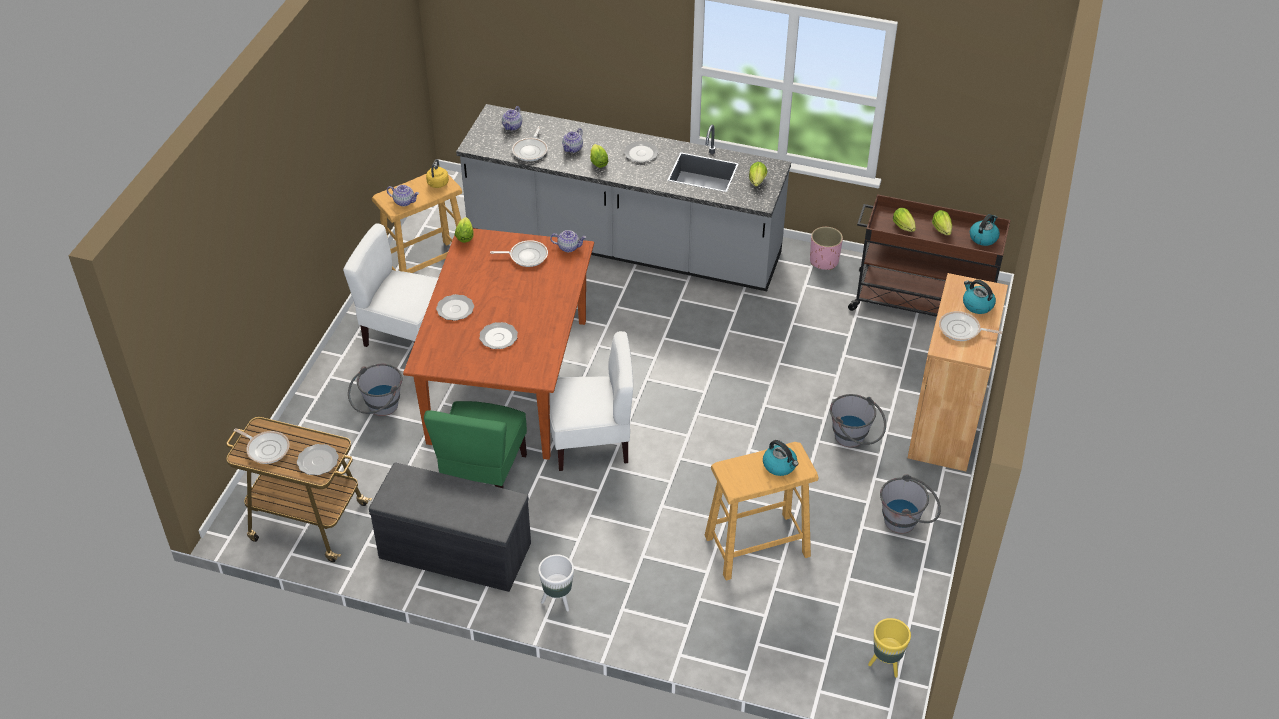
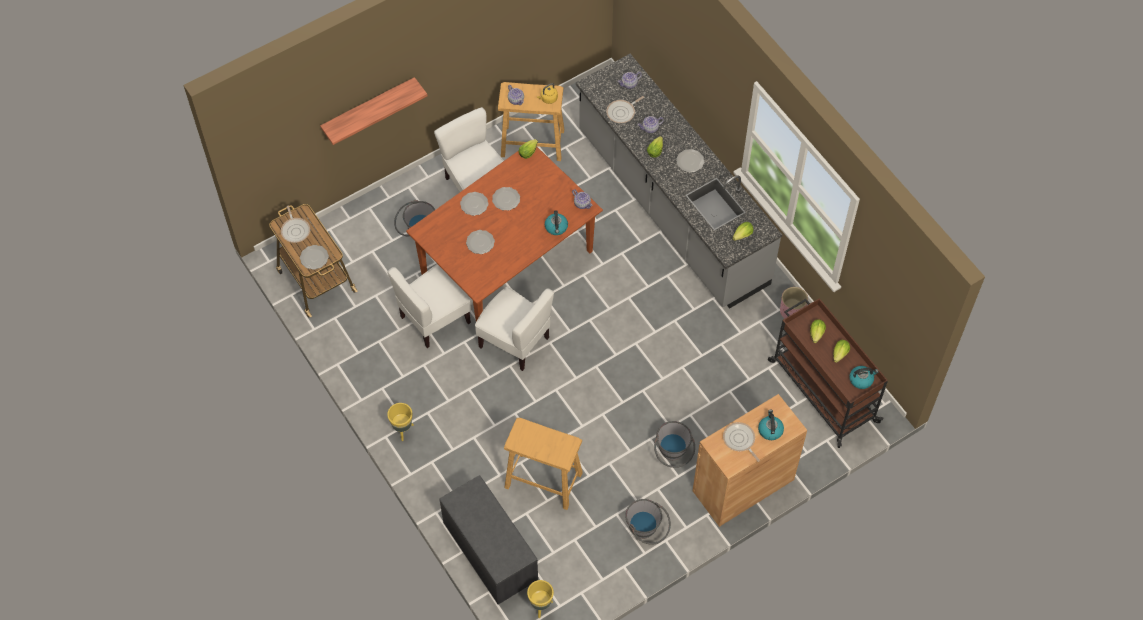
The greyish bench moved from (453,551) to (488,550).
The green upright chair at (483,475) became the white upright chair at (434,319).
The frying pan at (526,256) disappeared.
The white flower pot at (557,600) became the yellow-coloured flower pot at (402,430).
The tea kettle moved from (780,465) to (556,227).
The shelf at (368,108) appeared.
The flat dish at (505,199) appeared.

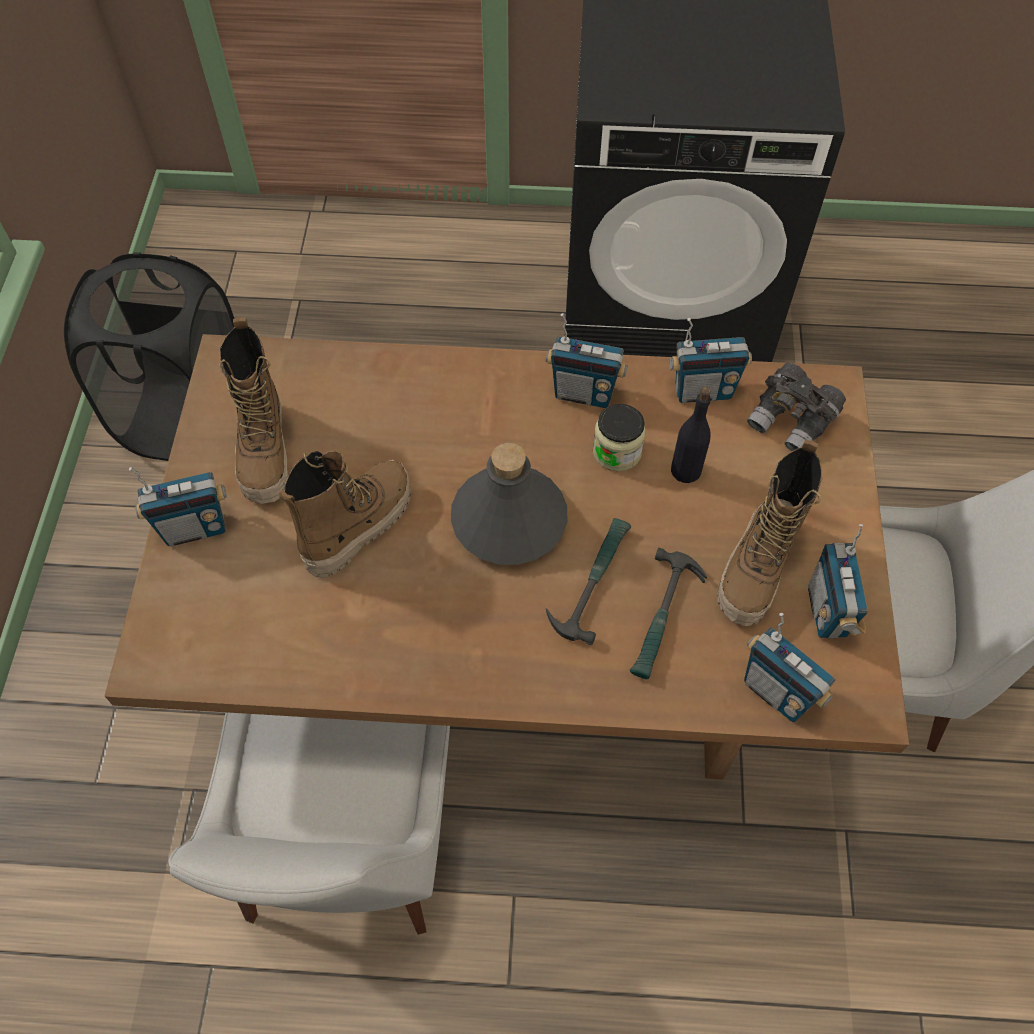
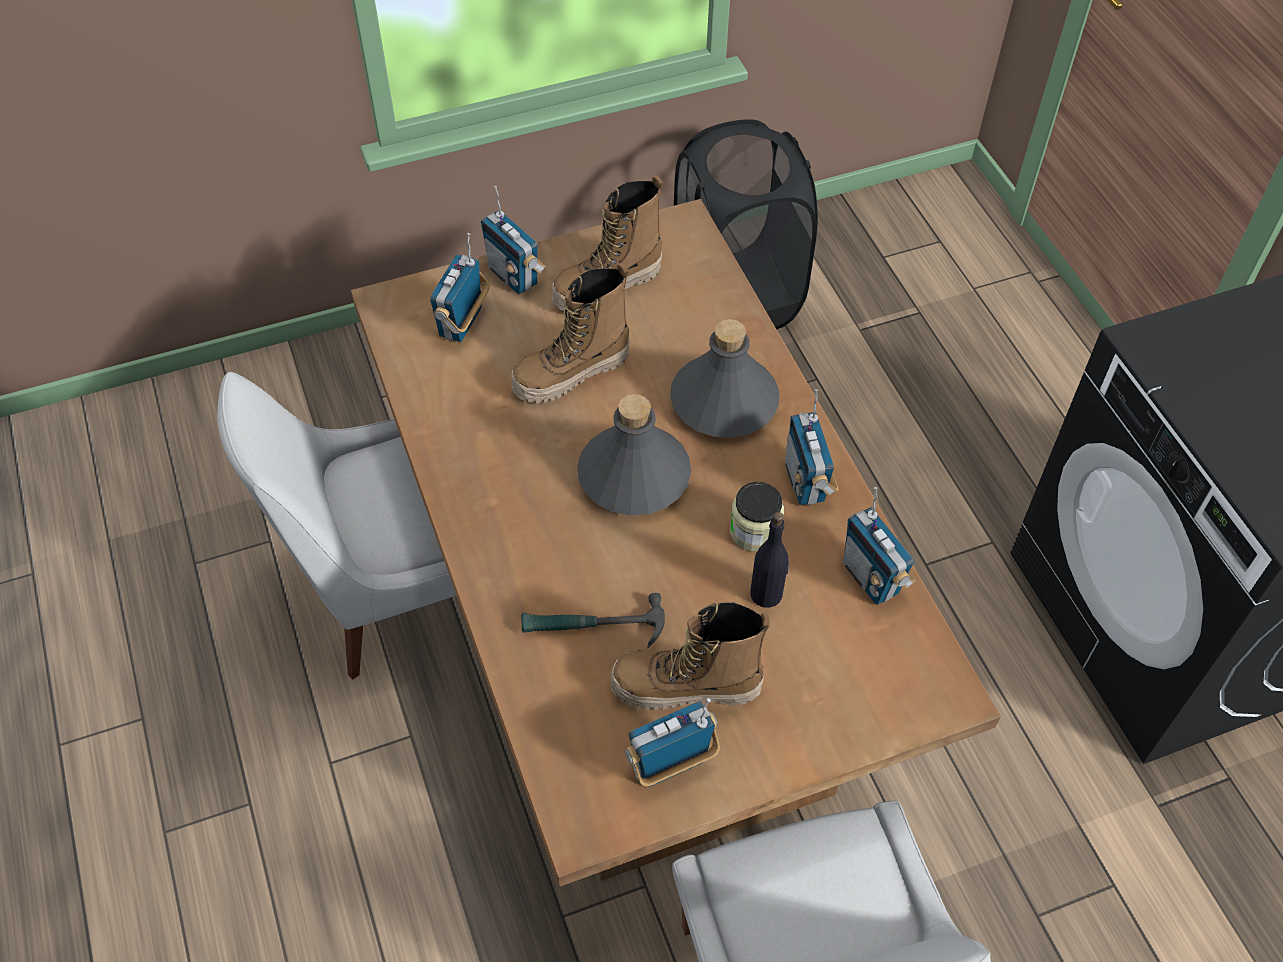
The tall boot at (358,525) turned 135 degrees clockwise.
The hand hammer at (591,581) disappeared.
The radio moved from (777,692) to (462,323).
The greyish pair of binoculars at (792,421) disappeared.
The greyish bottle at (724,401) appeared.

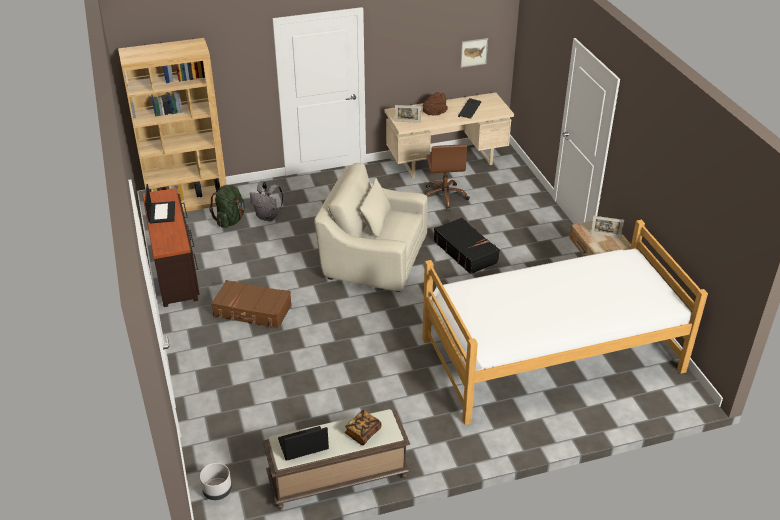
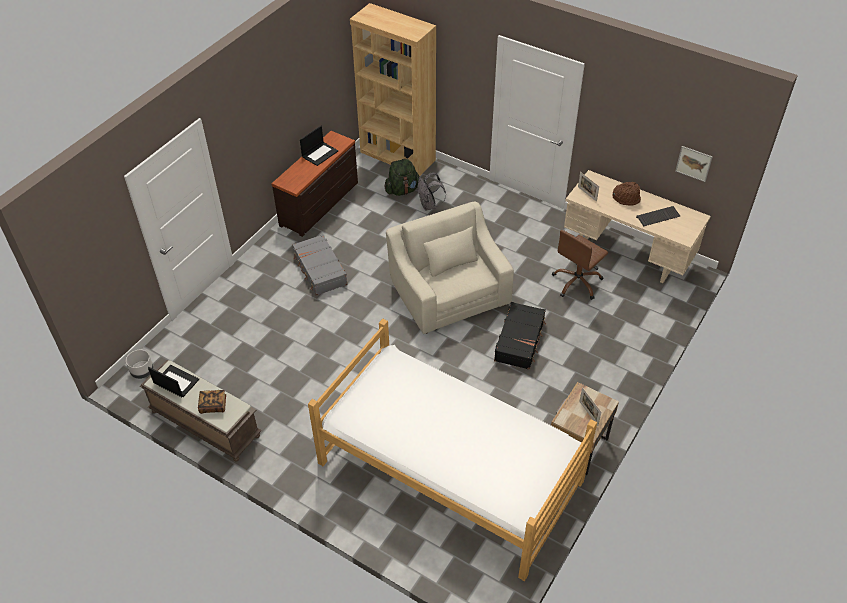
The brown piece of luggage at (252,311) became the greyish piece of luggage at (320,270).

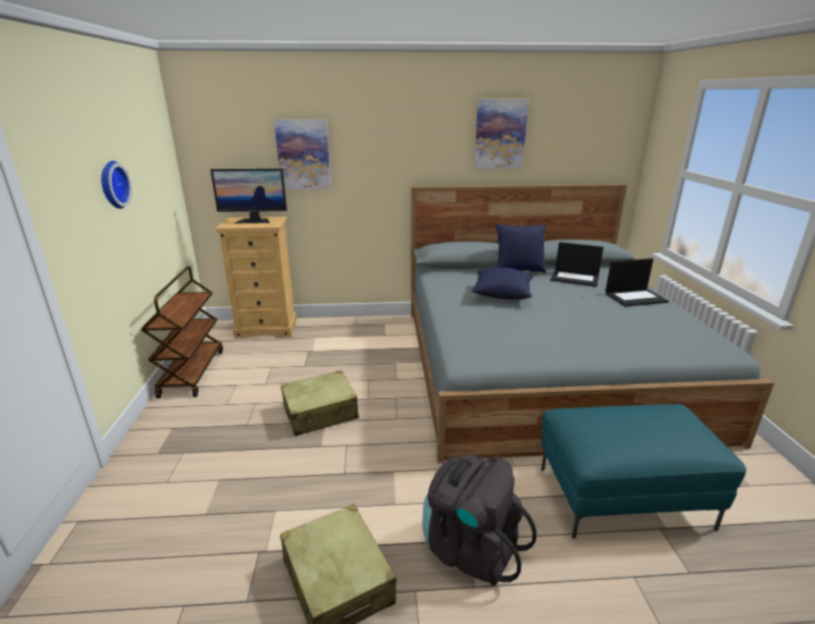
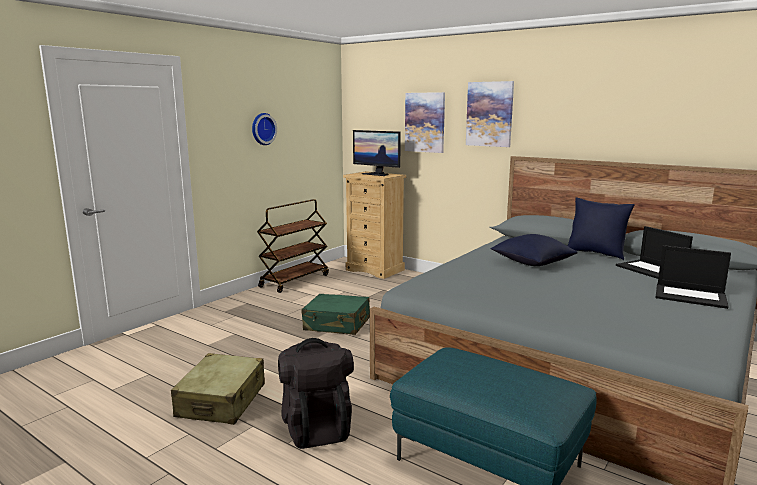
The sand-coloured piece of luggage at (320,413) became the green piece of luggage at (337,324).
The wall picture moved from (500,134) to (489,114).

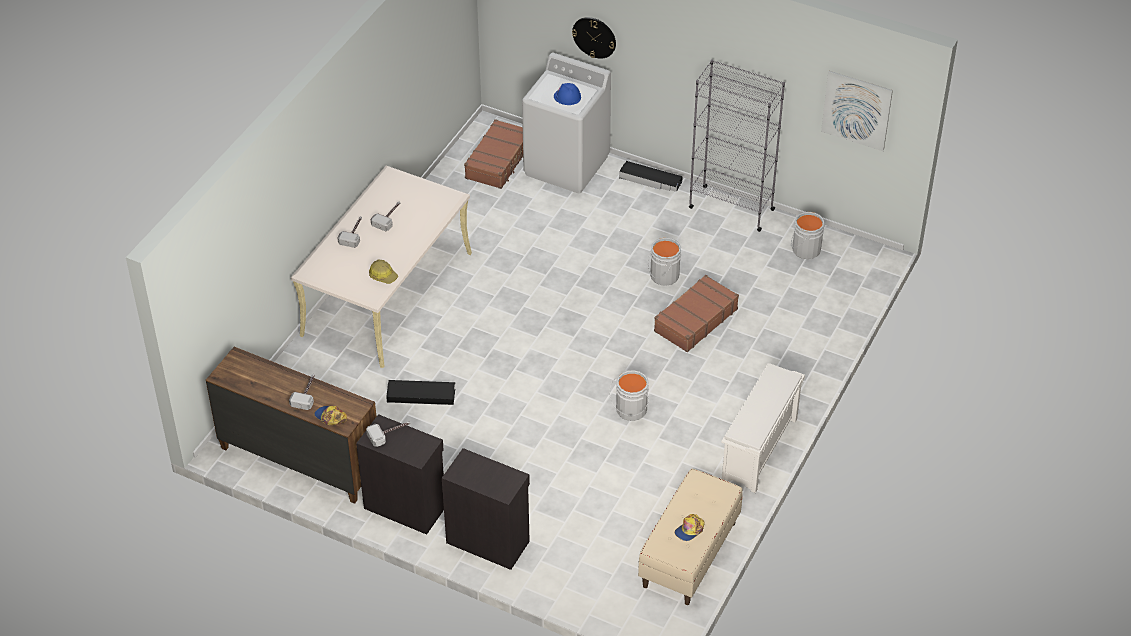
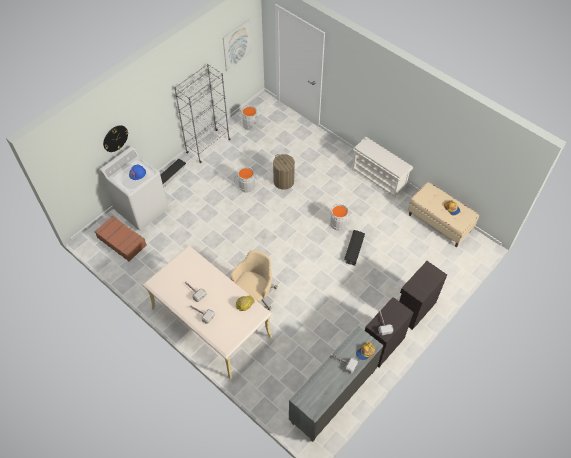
The brown chest of drawers at (299,459) became the greyish chest of drawers at (332,396).
The blackish storage container moved from (421,395) to (353,249).
The brown piece of luggage at (695,320) was replaced by the washing basket at (283,181).
The sand-coloured office chair at (254,295) appeared.

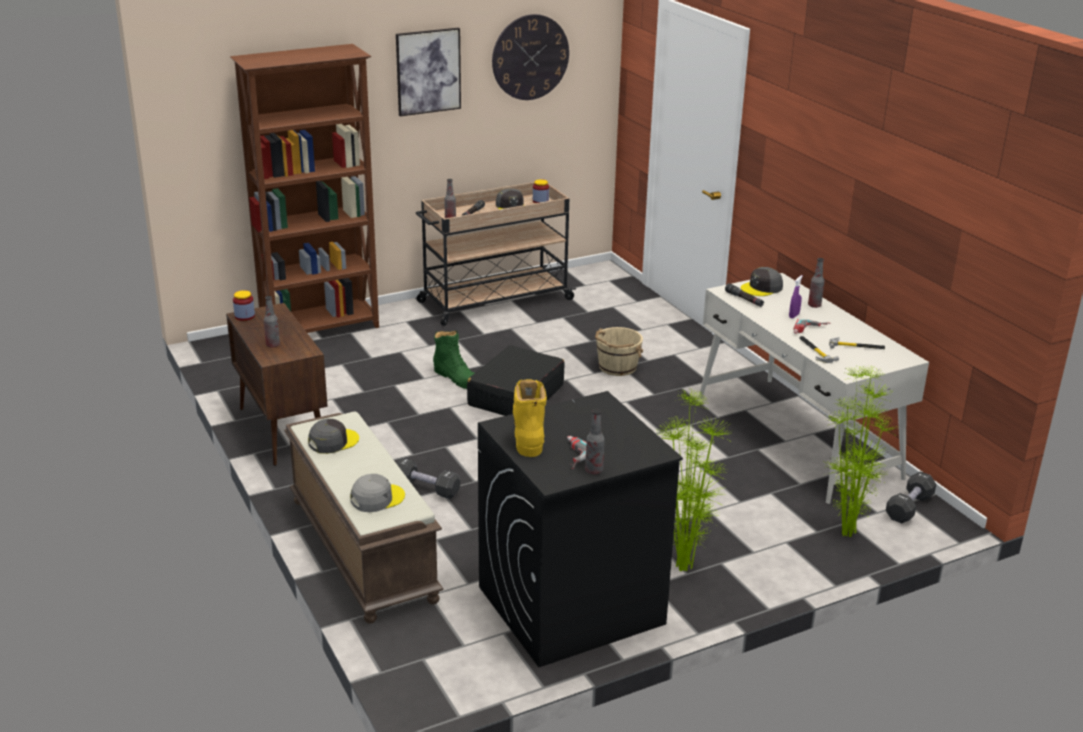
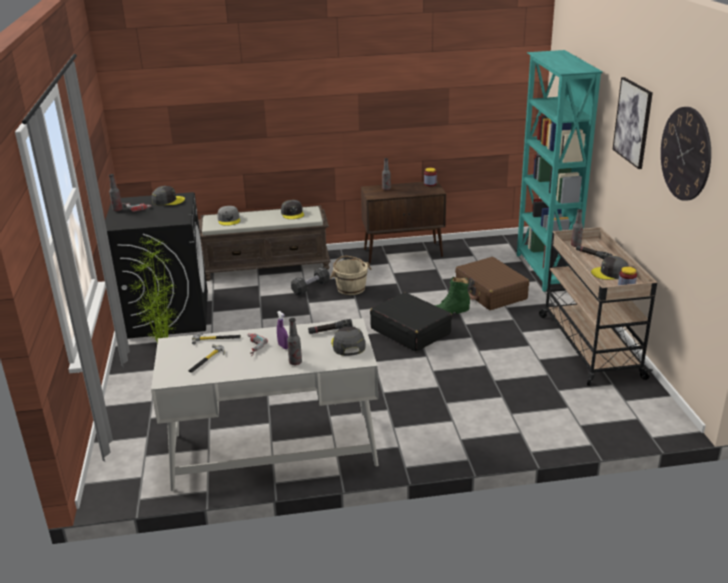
The brown shelving unit at (321,329) became the turquoise-coloured shelving unit at (545,271).
The yellow-coloured tall boot at (529,434) was replaced by the greyish baseball cap at (168,200).
The sand-coloured pail moved from (617,367) to (351,288).
The potted plant at (844,533) disappeared.
The blackish free weight at (909,507) disappeared.
The brown piece of luggage at (490,292) appeared.

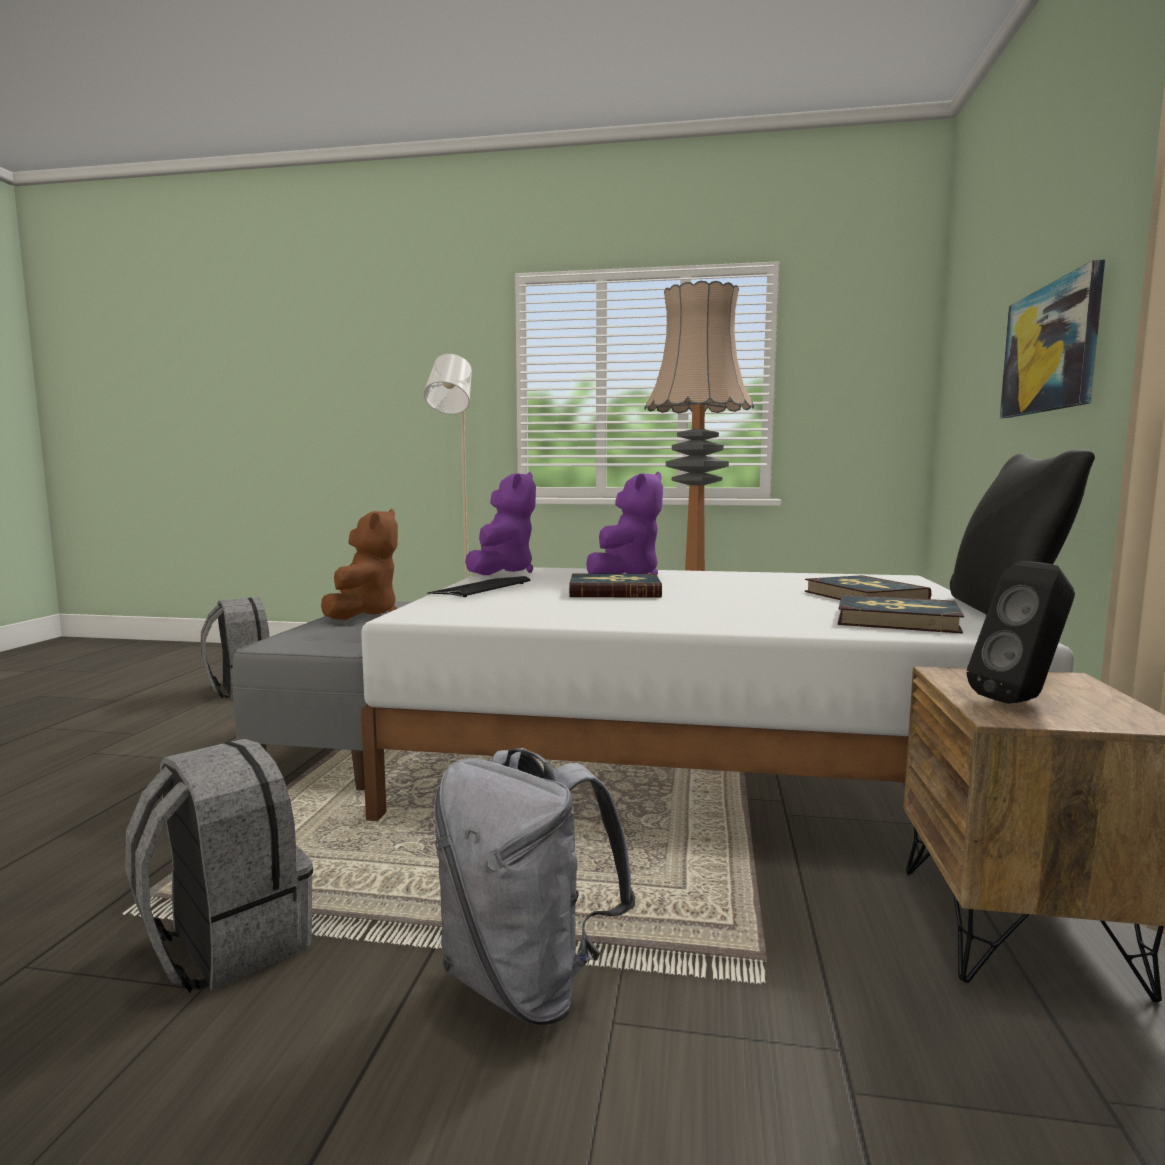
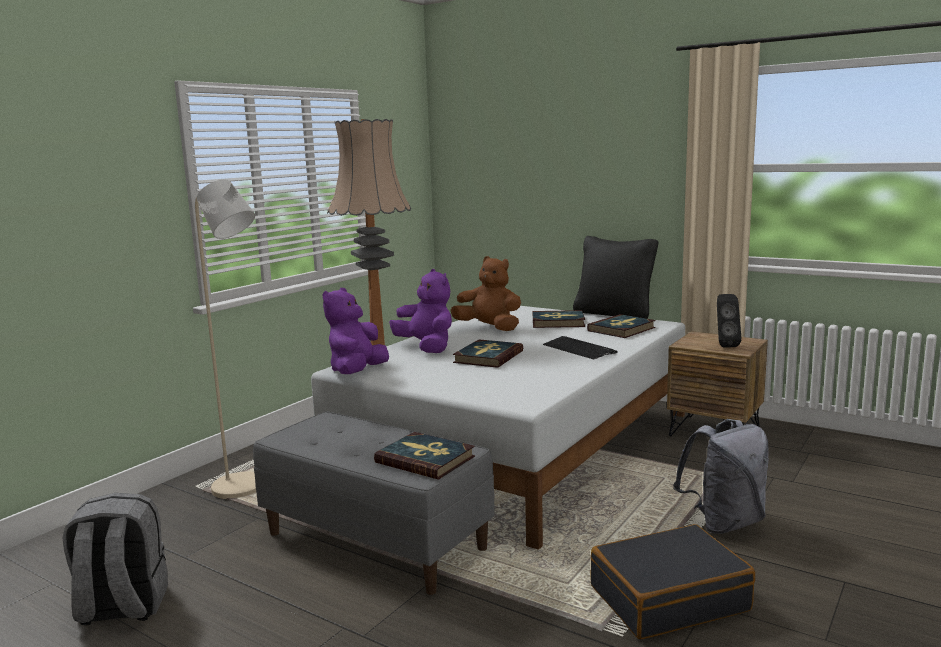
The greyish rucksack at (225,944) was replaced by the blackish piece of luggage at (668,598).
The brown cuddly toy moved from (363,614) to (489,328).
The keyboard moved from (481,588) to (579,349).
The purple cuddly toy at (502,572) turned 105 degrees counterclockwise.
The wall picture at (1050,349) disappeared.
The bound book at (425,459) appeared.

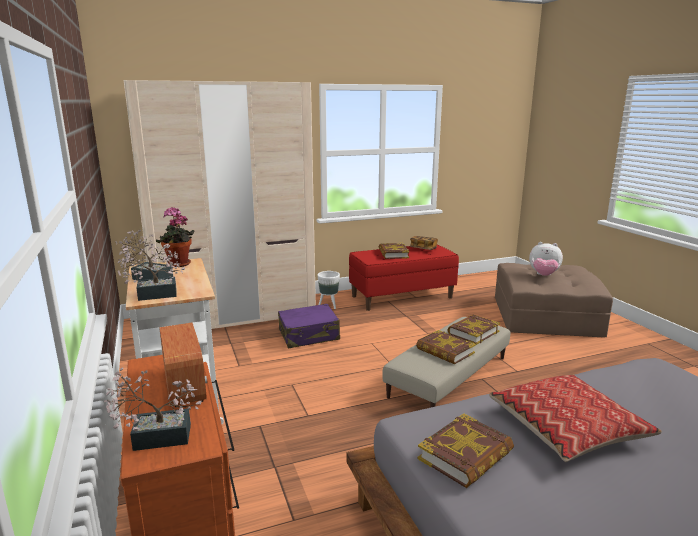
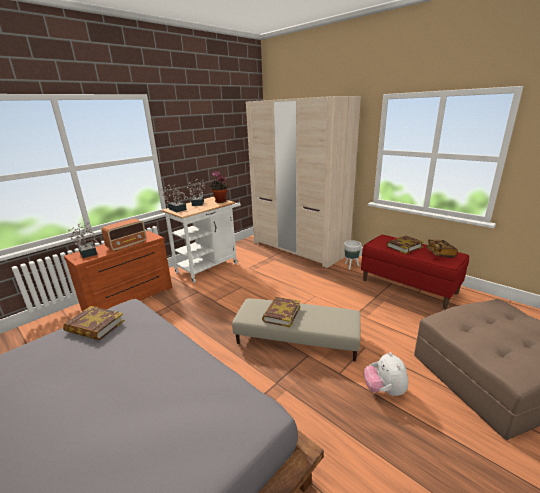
The purple piece of luggage at (309,335) disappeared.
The bound book at (473,332) disappeared.
The throw pillow at (567,427) disappeared.
The cuddly toy moved from (543,275) to (384,390).

